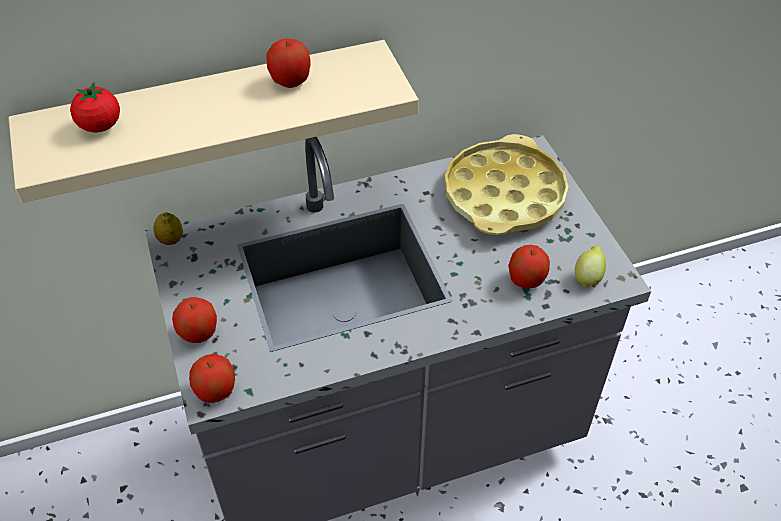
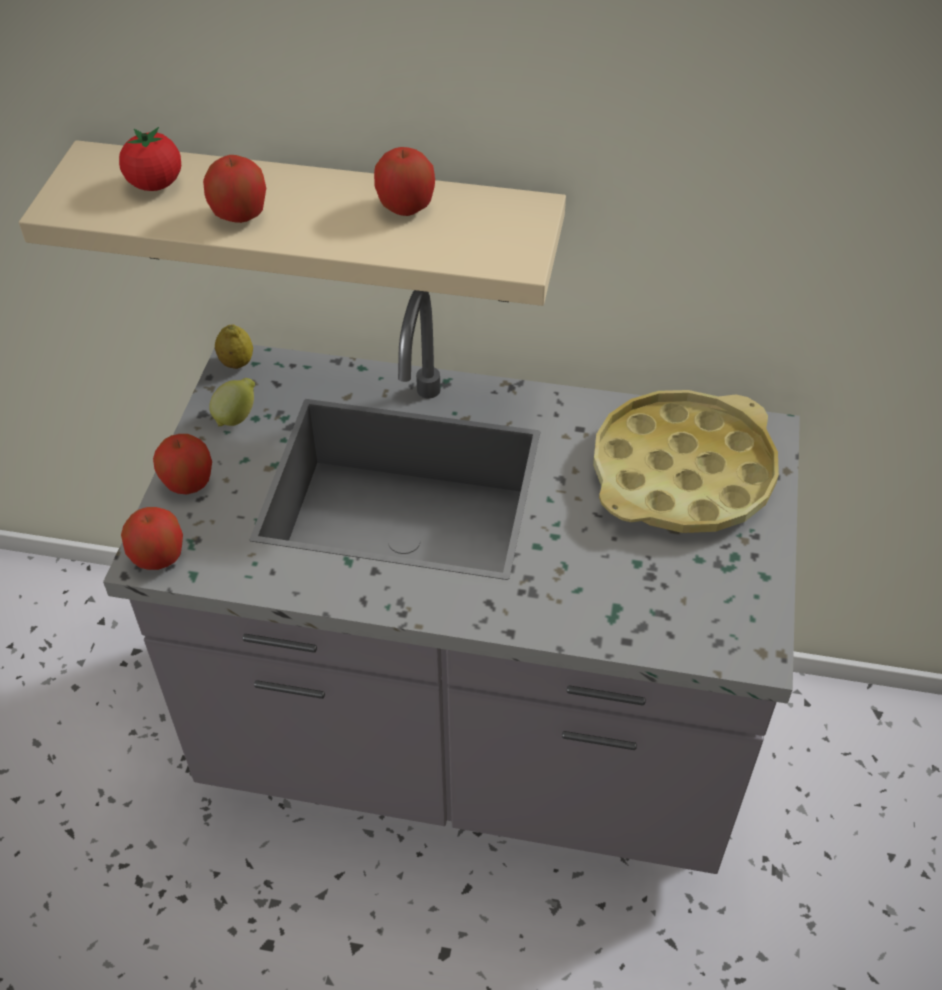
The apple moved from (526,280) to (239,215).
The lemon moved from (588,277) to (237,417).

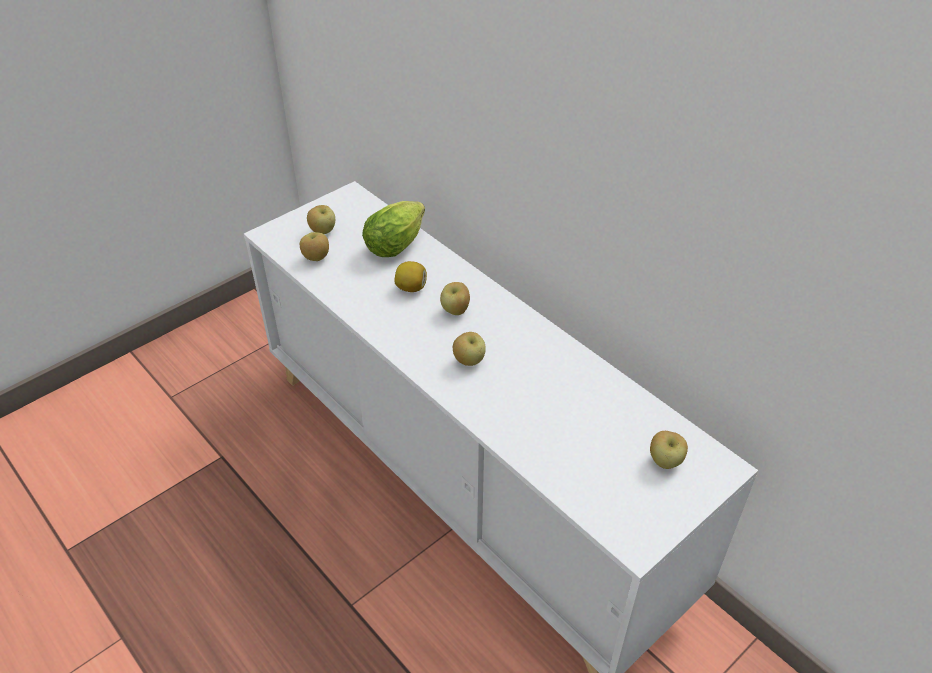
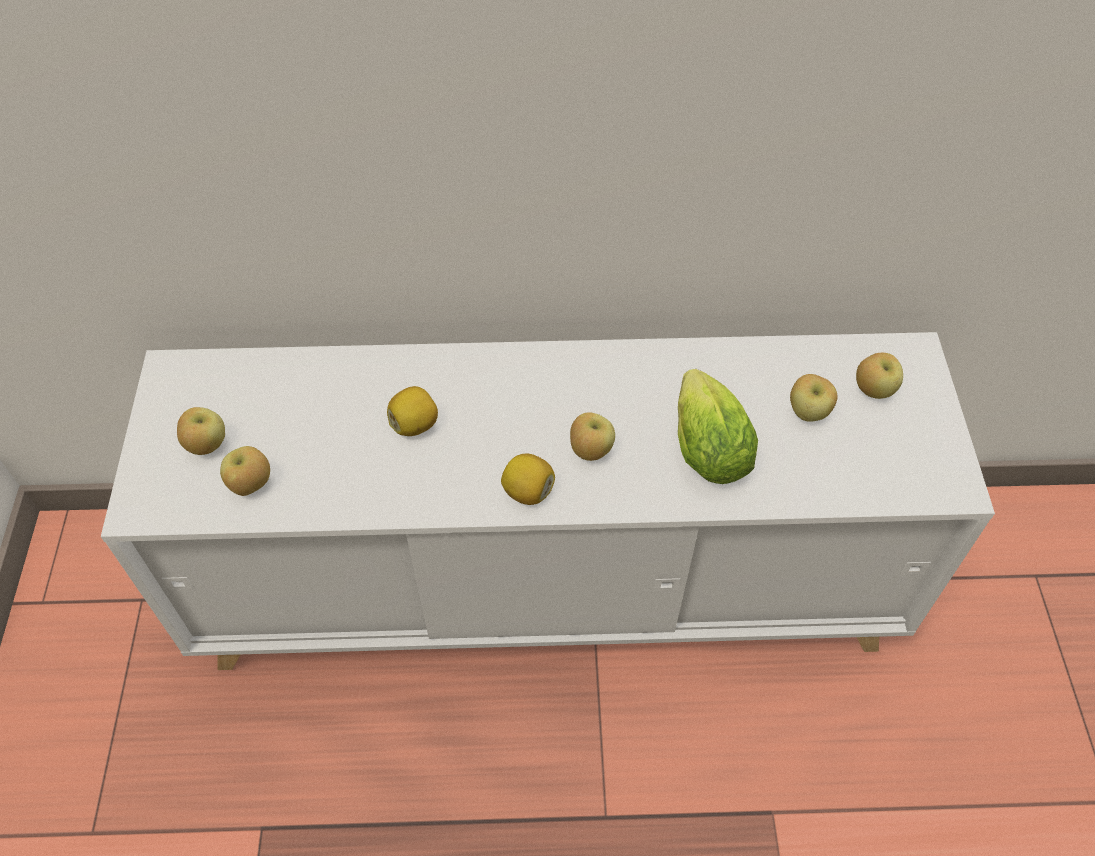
The lettuce head moved from (398,243) to (705,444).
The apple moved from (455,311) to (808,413).
The lemon at (528,491) appeared.

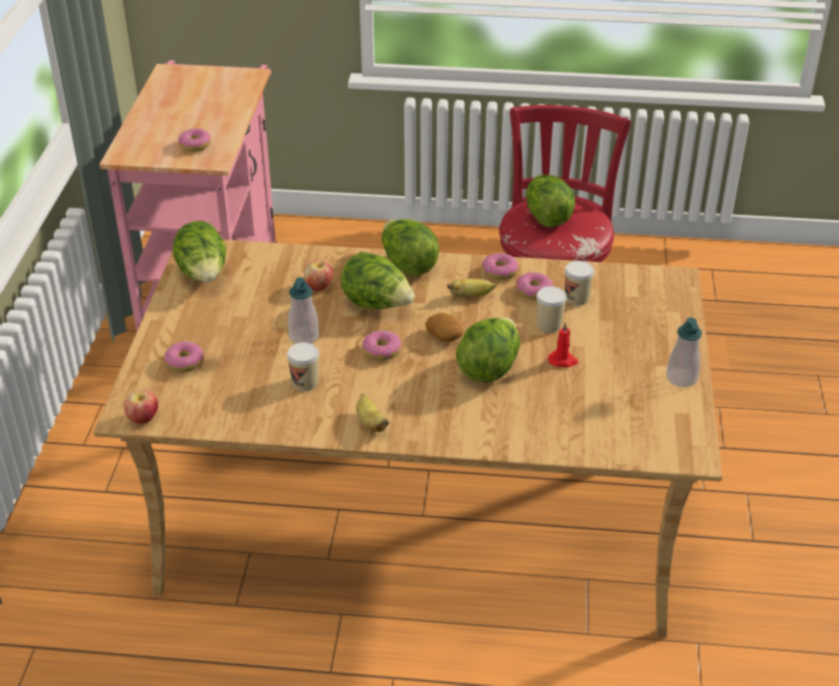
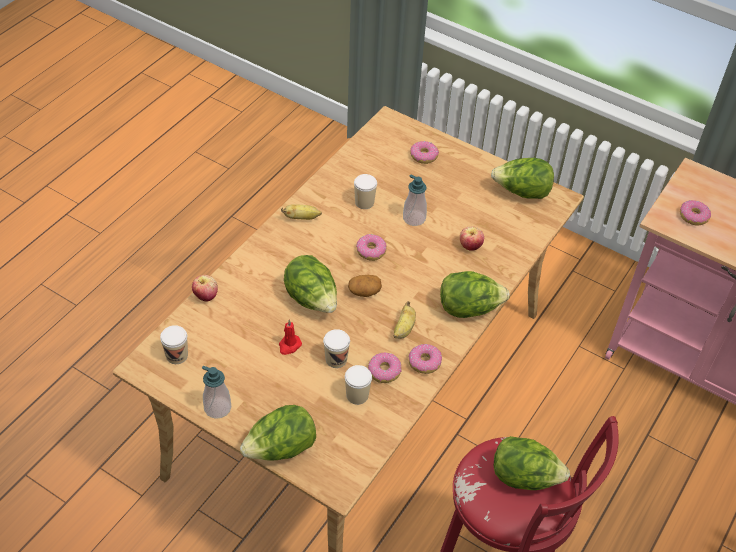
The apple moved from (143,419) to (206,296).
The lettuce head moved from (377,305) to (281,449).
The small cup at (177,355) appeared.

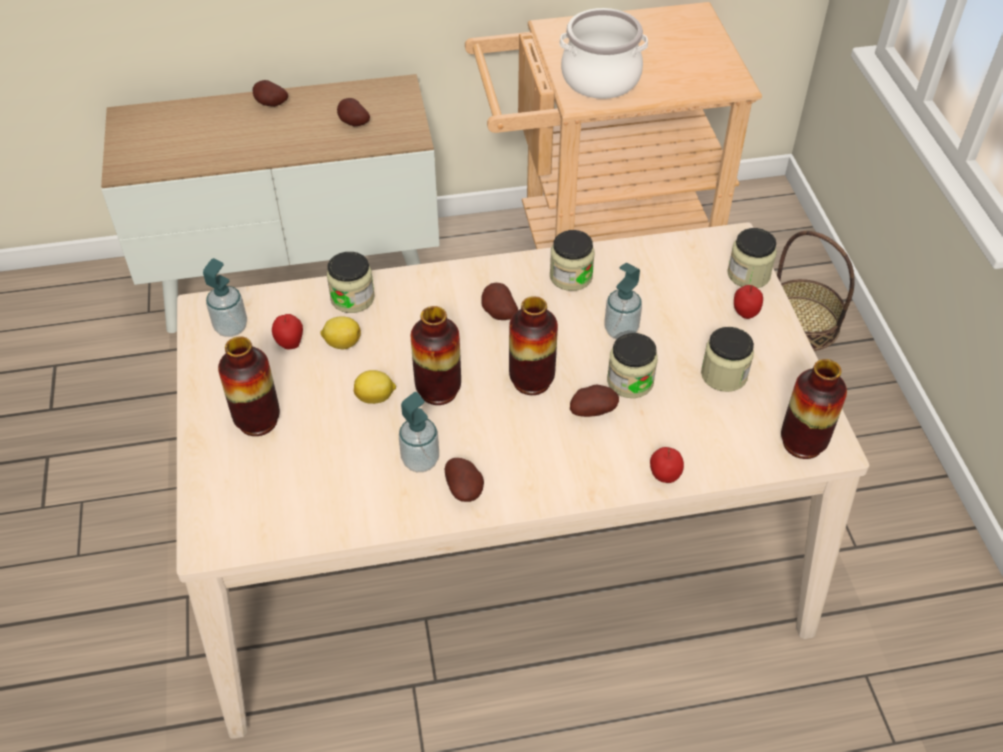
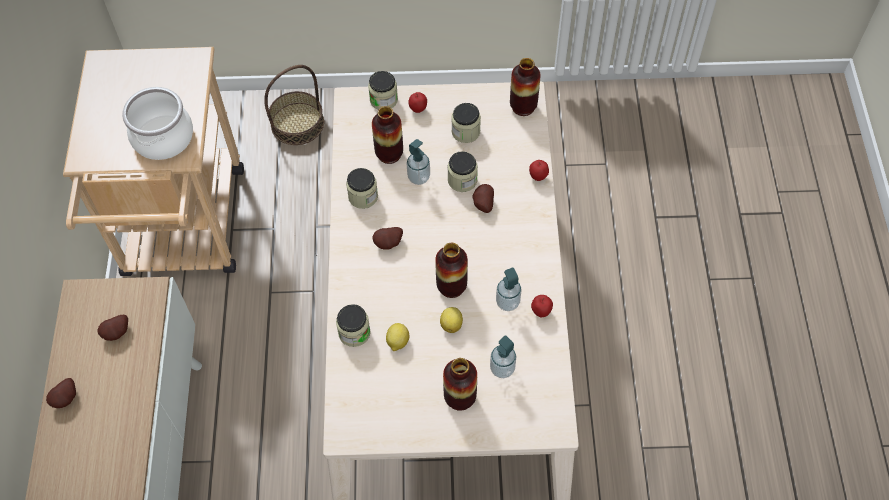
The soap bottle moved from (231,327) to (502,368).
The apple moved from (290,344) to (541,312).
The spud at (465,490) disappeared.
The decorative vase moved from (531,381) to (389,154).

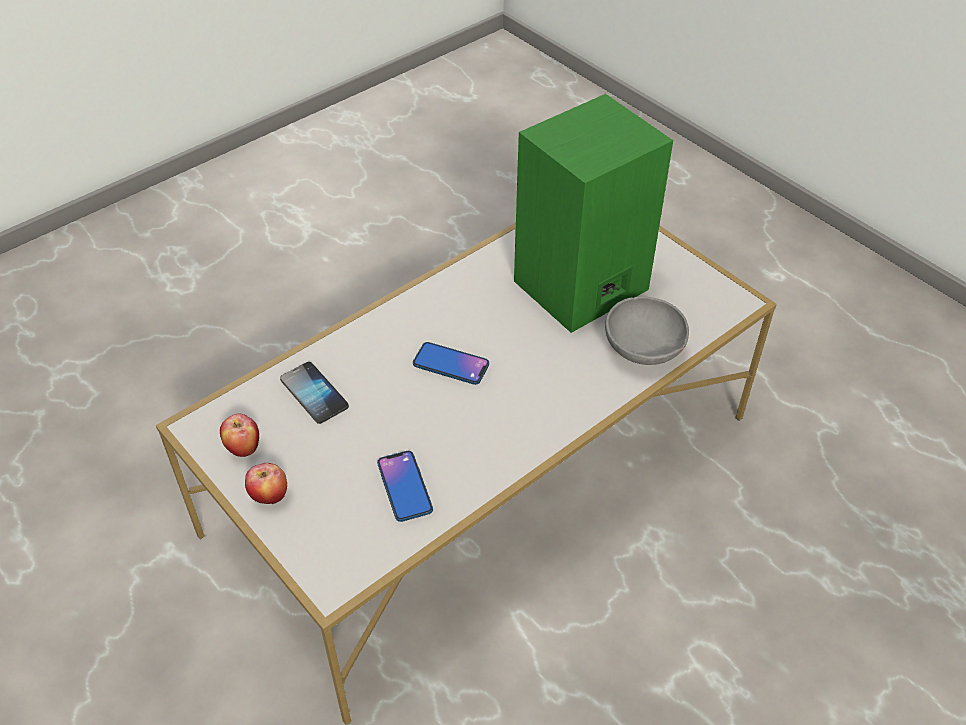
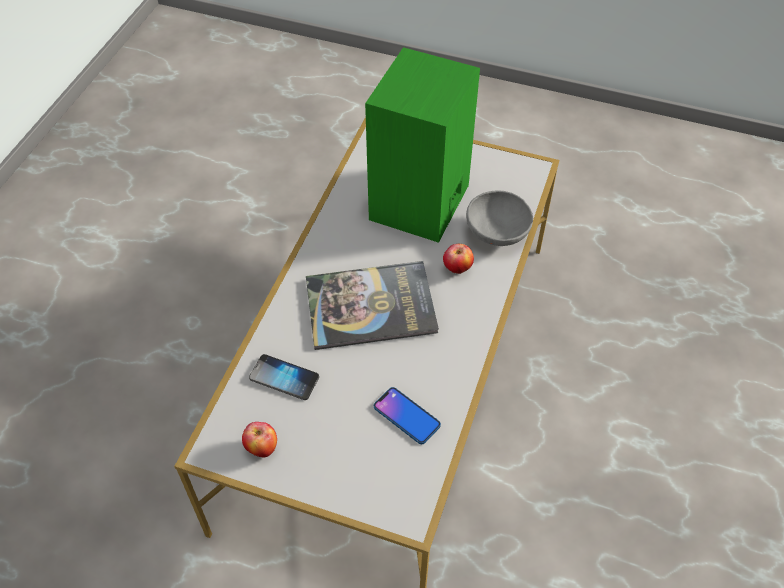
The apple moved from (269,497) to (457,269).
The phone at (451,364) was replaced by the bound book at (370,306).

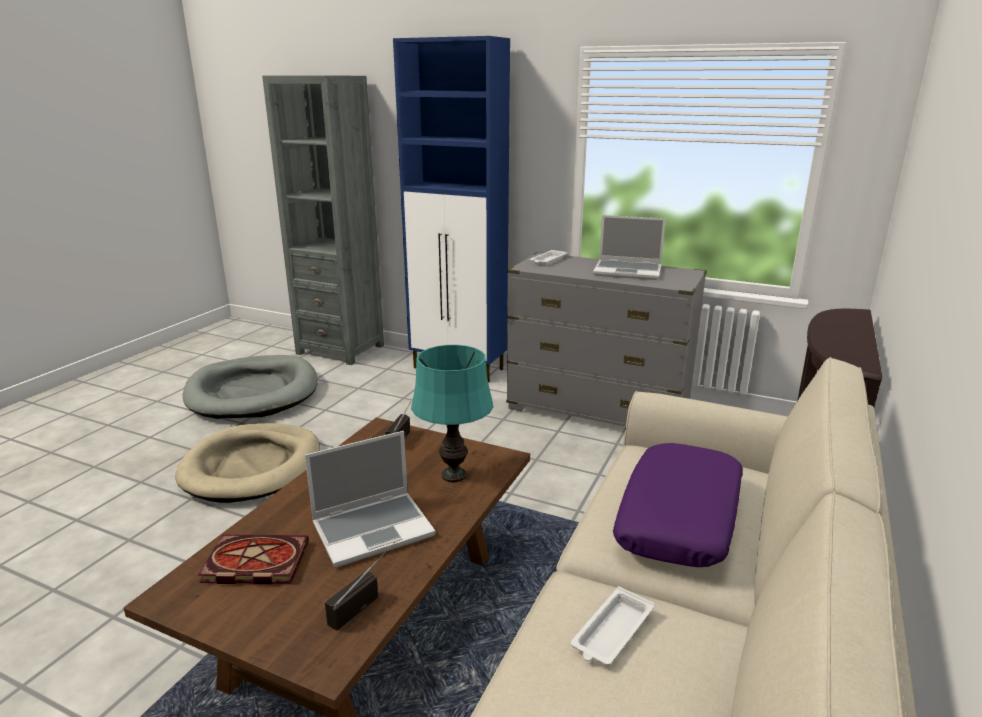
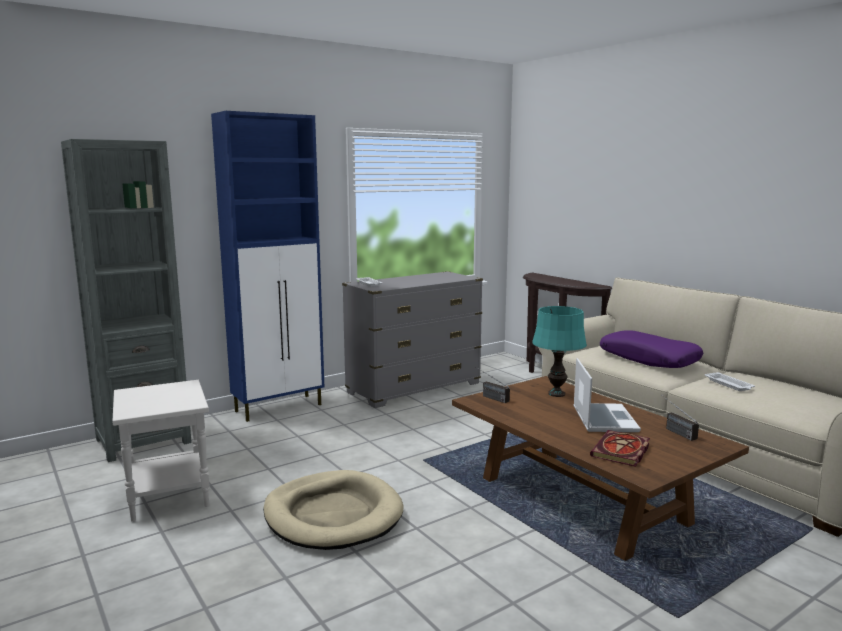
The greyish pet bed at (253,392) was replaced by the white accent table at (166,496).
The laptop at (628,271) disappeared.

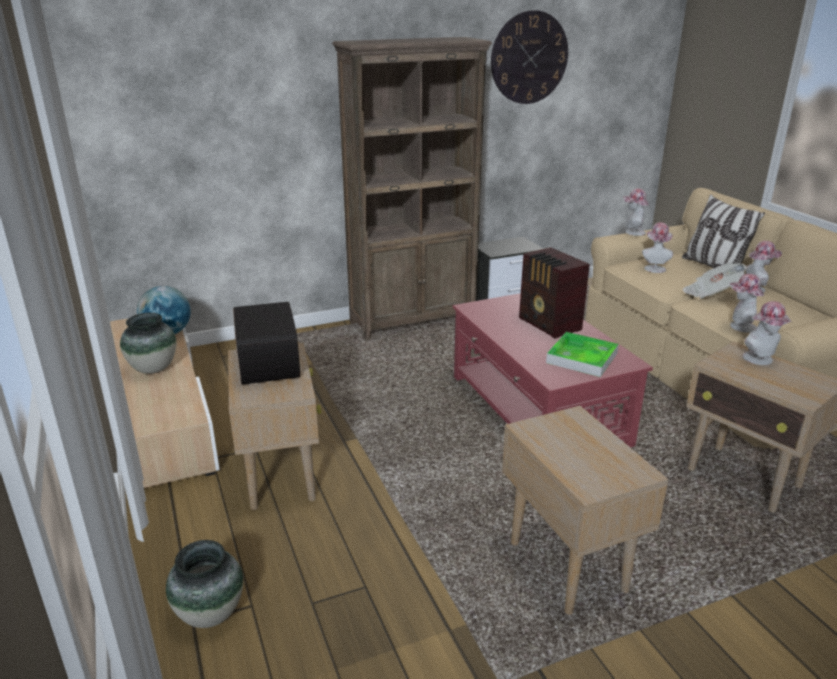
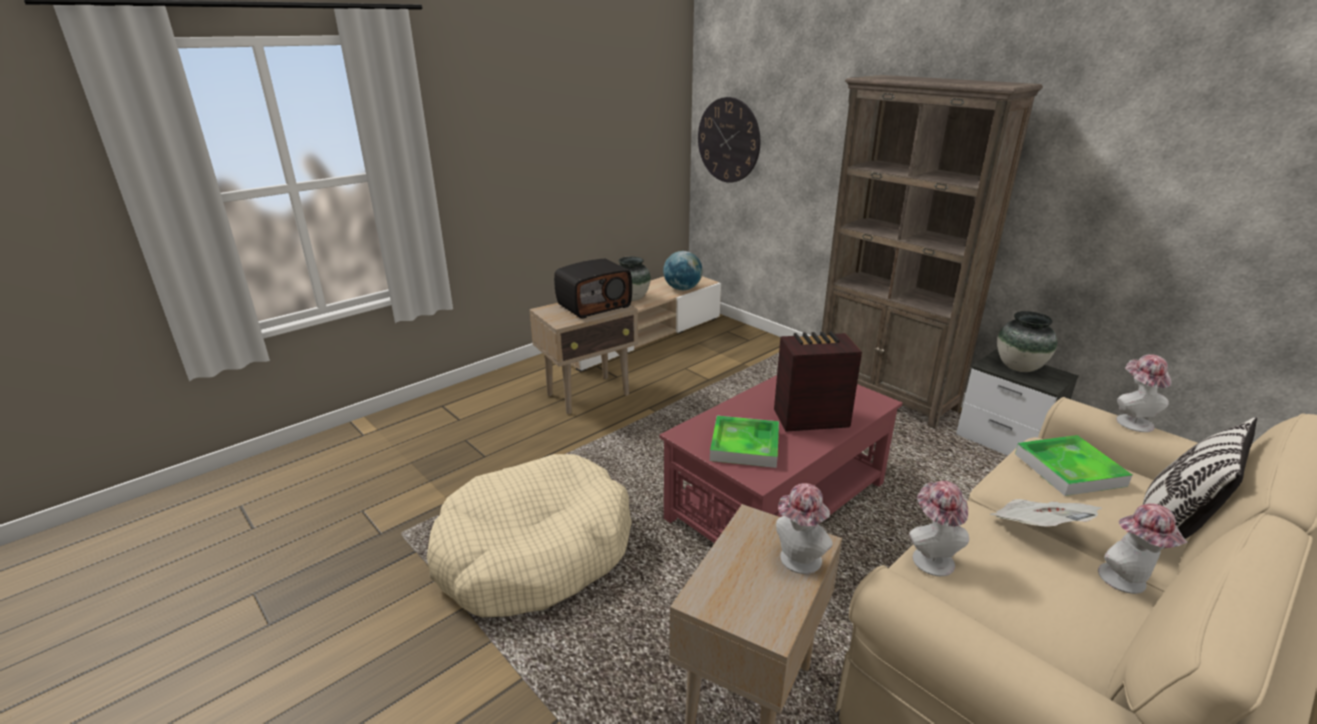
The decorative vase moved from (210,613) to (1019,367).
The hanging clock moved from (529,58) to (728,140).
The sand-coloured accent table at (567,565) was replaced by the sand-coloured pet bed at (534,552).
The radio at (549,325) turned 45 degrees clockwise.
The hat at (654,268) was replaced by the carrying tray at (1069,469).

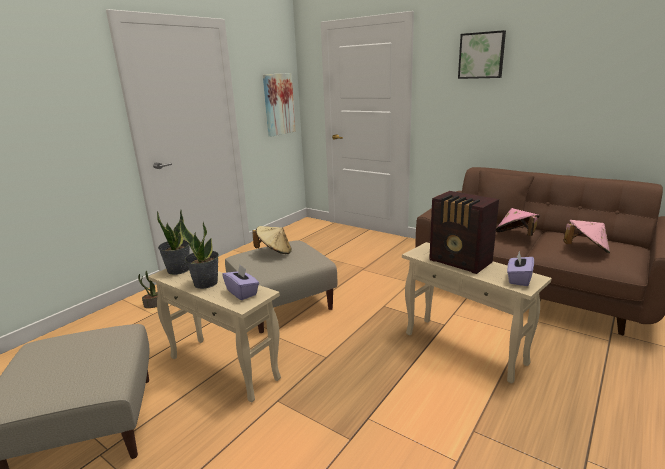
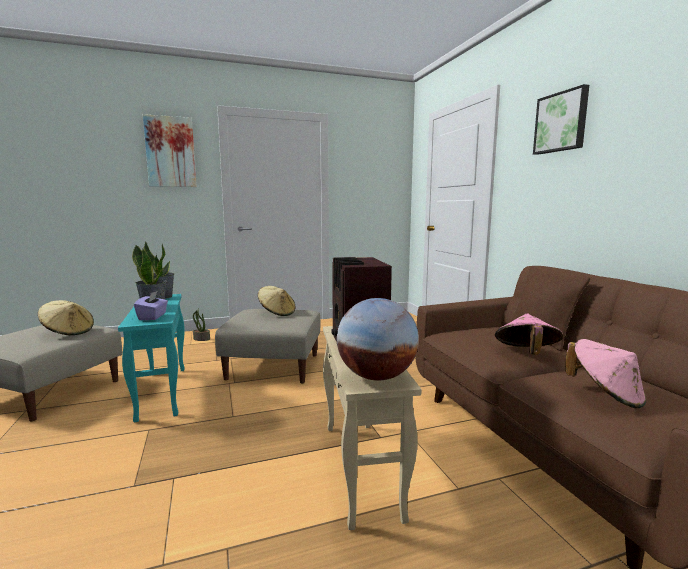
The sand-coloured accent table at (223,368) became the turquoise-coloured accent table at (162,392).
The wall picture moved from (278,104) to (170,152).
The purple tissue box at (518,279) was replaced by the globe at (376,376).
The sand-coloured hat at (68,332) appeared.

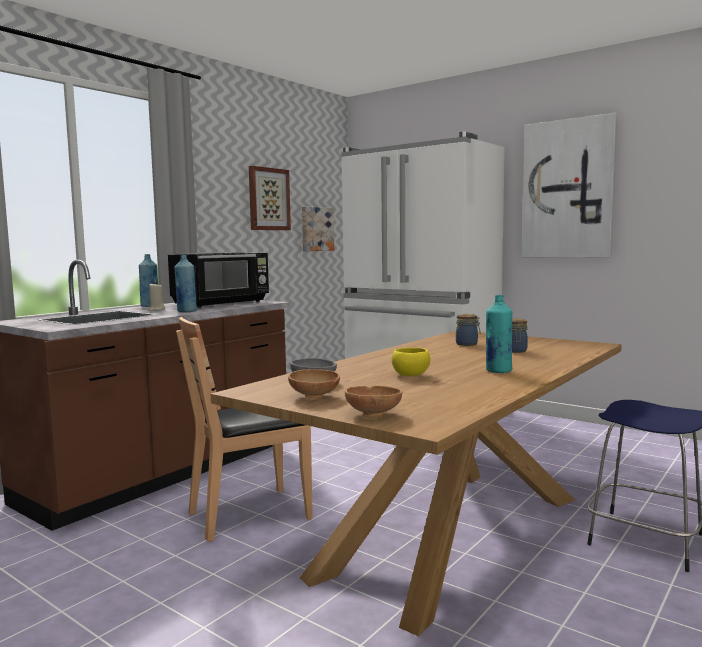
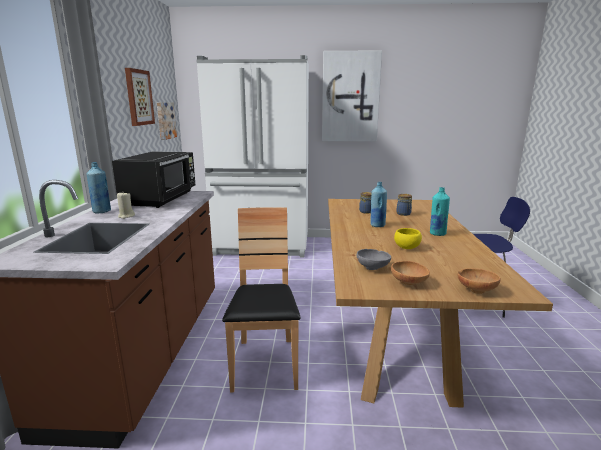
The bluish bottle moved from (187,311) to (377,225).
The brown upright chair at (250,514) turned 150 degrees clockwise.

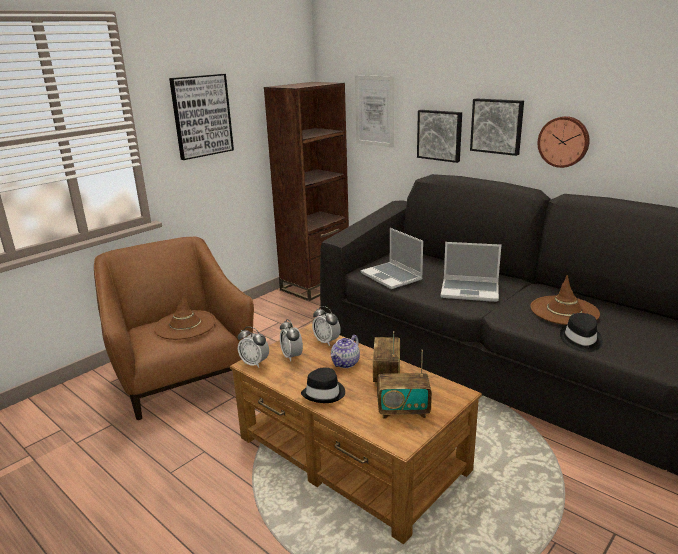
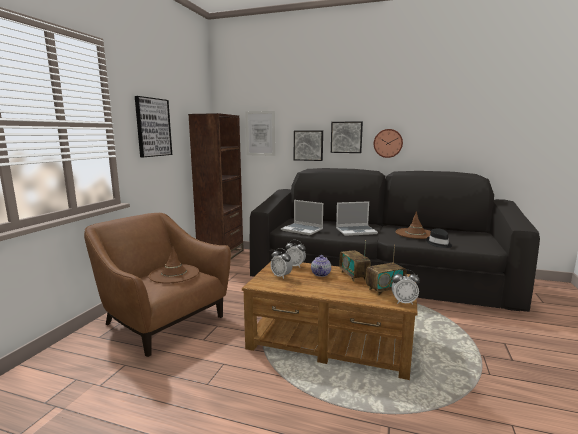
The alarm clock moved from (254,363) to (404,302).
The blackish hat at (324,393) disappeared.

